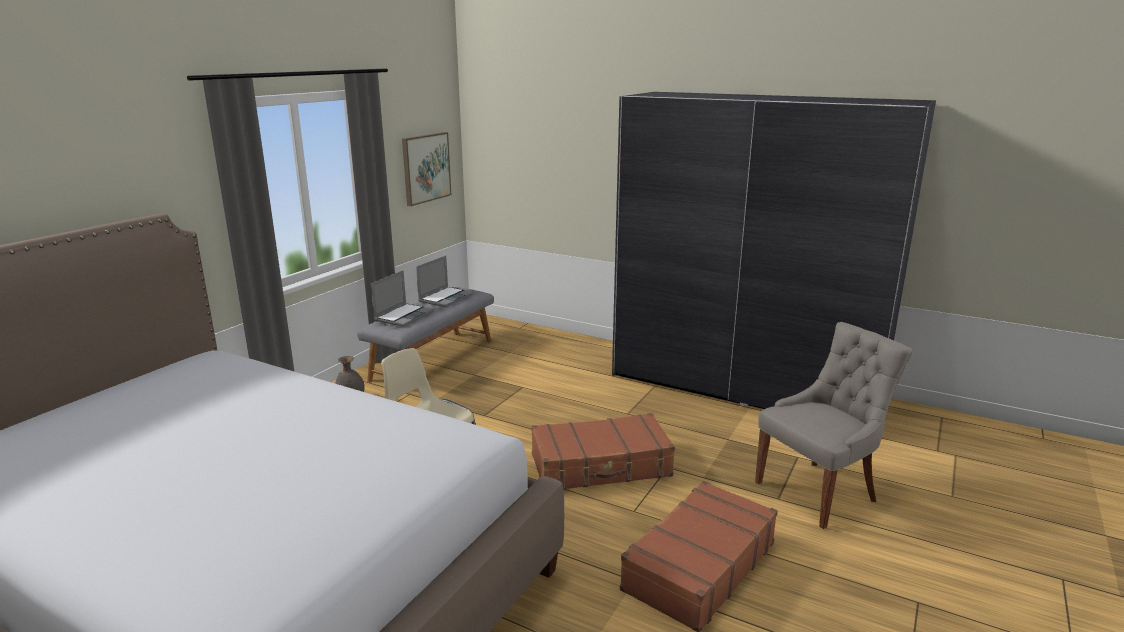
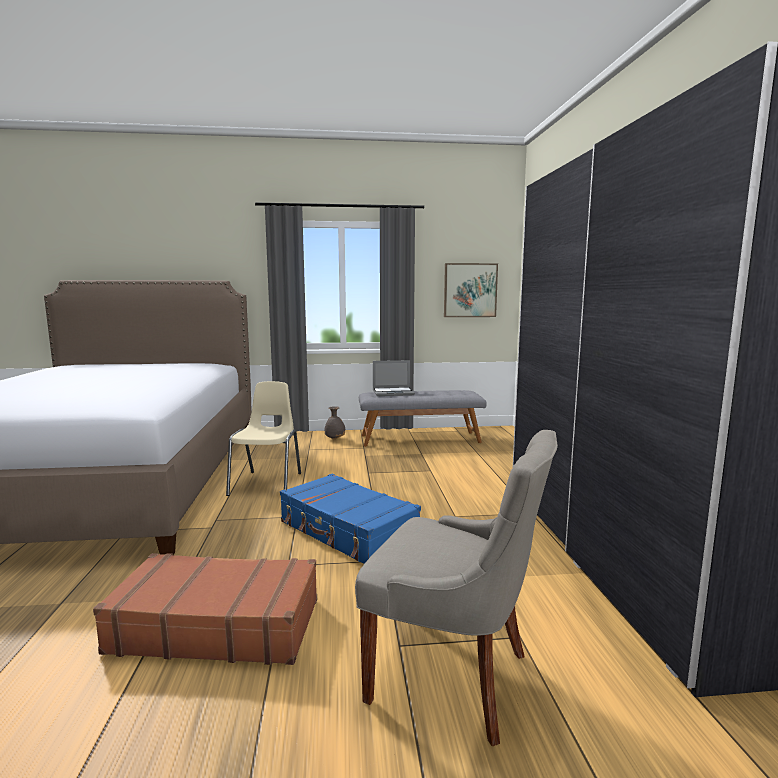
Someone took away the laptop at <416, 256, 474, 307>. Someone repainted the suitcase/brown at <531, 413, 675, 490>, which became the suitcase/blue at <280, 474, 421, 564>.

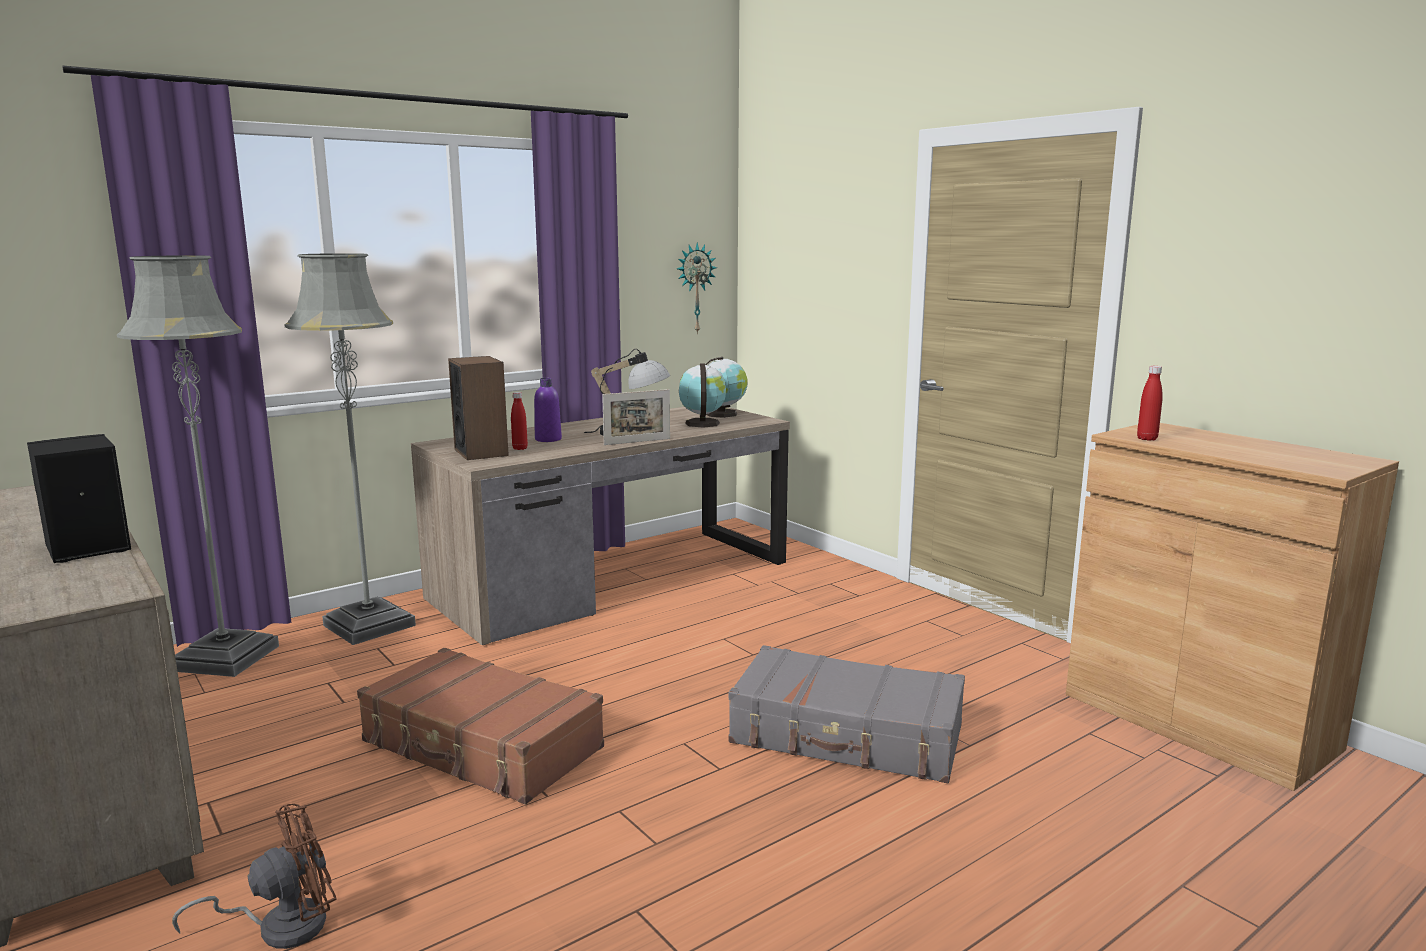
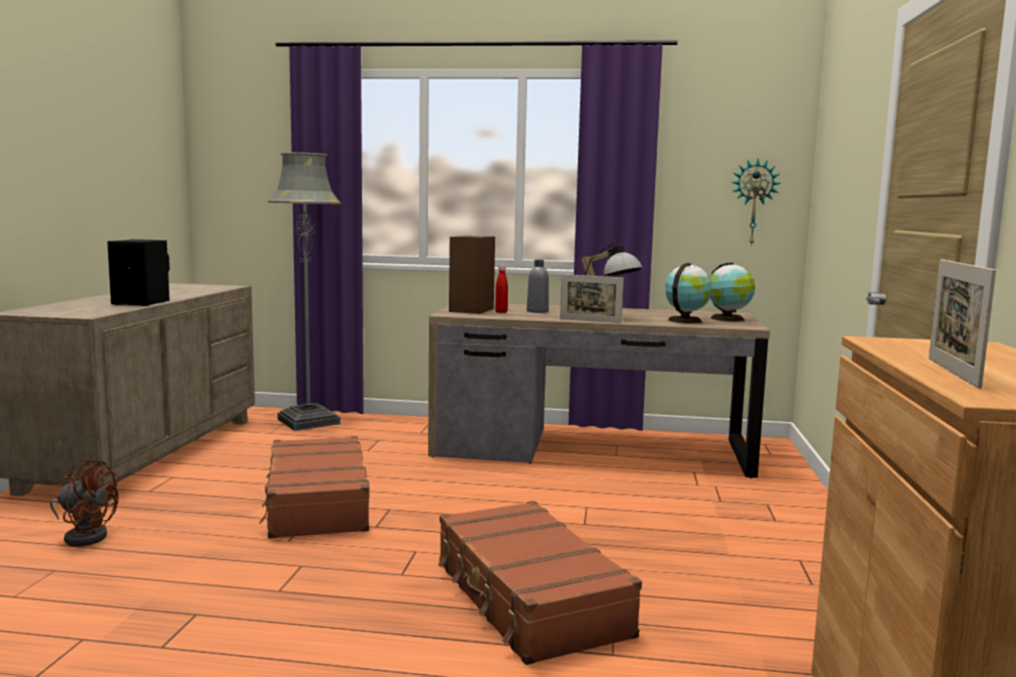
Someone took away the floor lamp/grey at <285, 253, 416, 645>. Someone took away the bottle/red at <1137, 366, 1163, 441>. Someone repainted the bottle/purple at <534, 378, 562, 442>, which became the bottle/grey at <527, 260, 549, 313>. Someone repainted the suitcase/grey at <728, 645, 965, 783>, which became the suitcase/brown at <438, 501, 642, 665>. Someone put down the picture frame at <929, 259, 996, 389>.

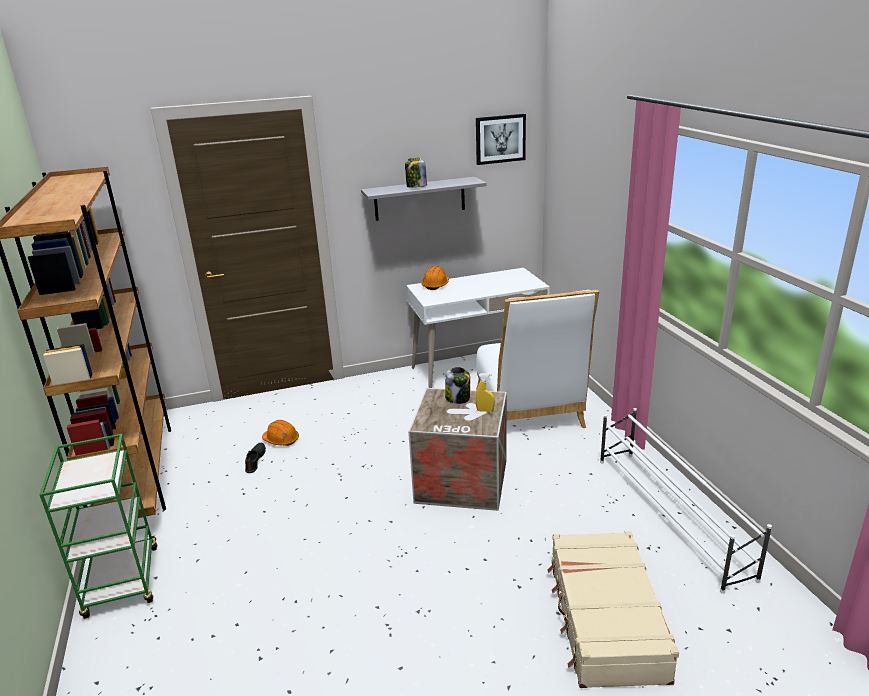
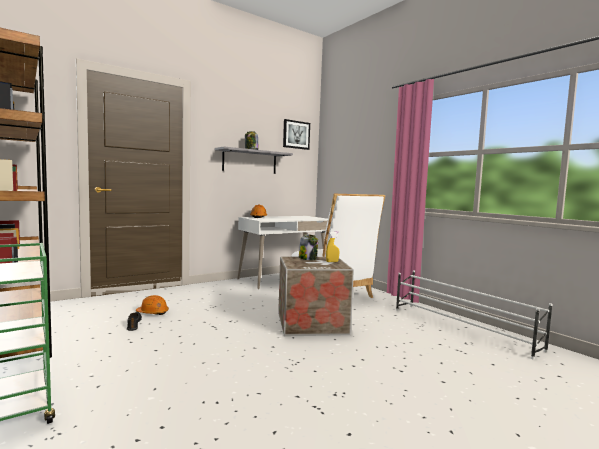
Someone took away the suitcase/beige at <547, 531, 679, 688>.

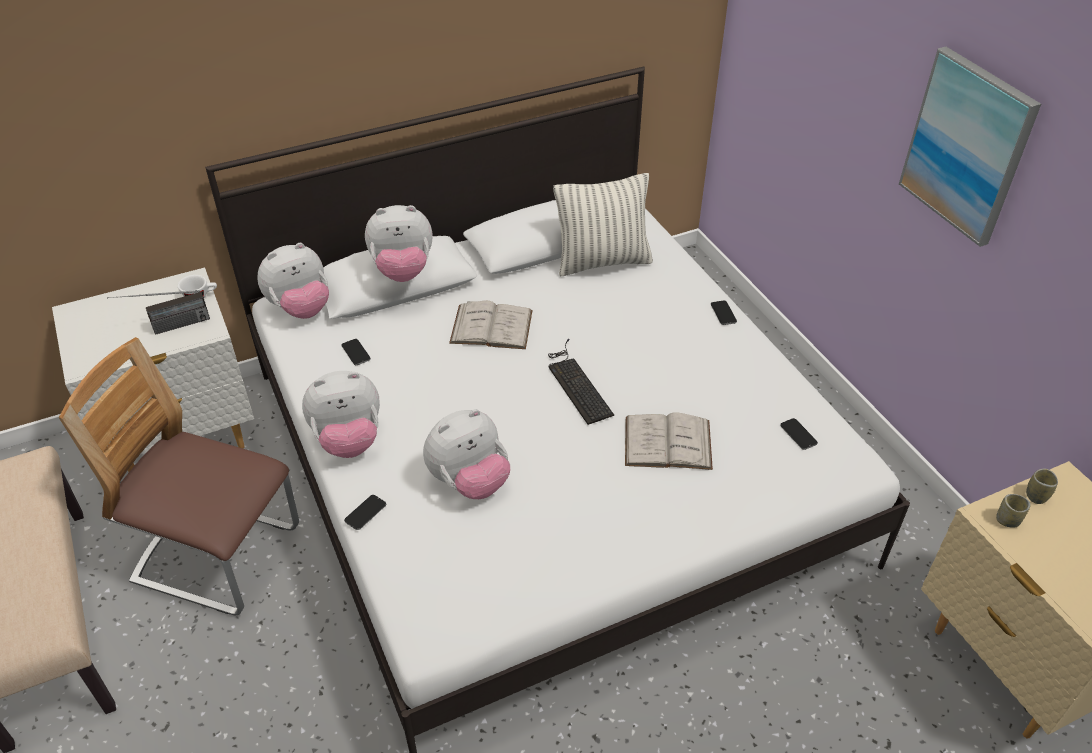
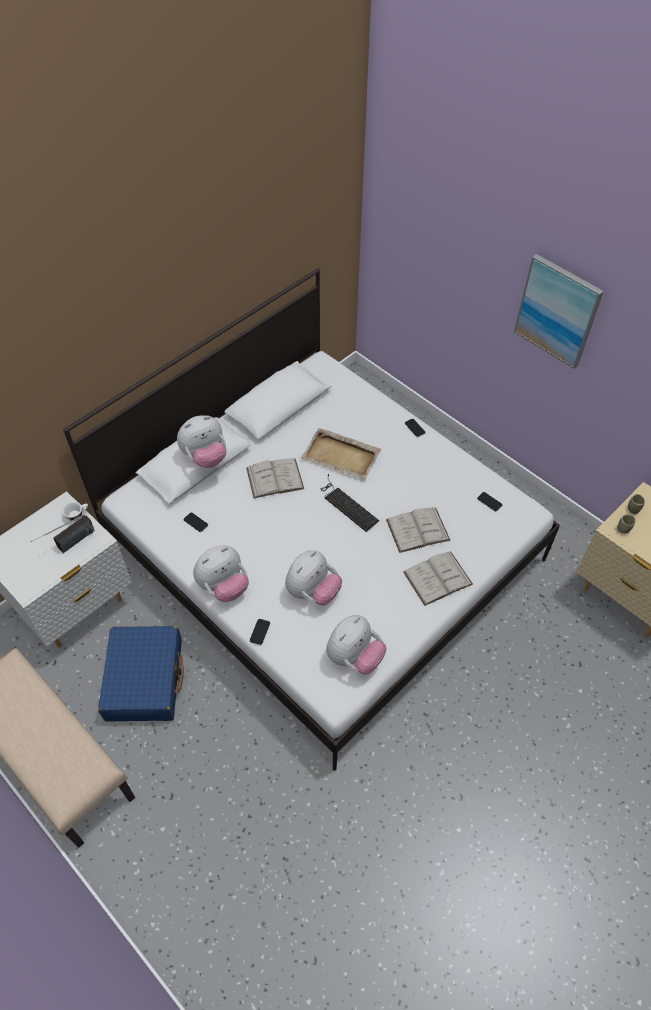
Someone took away the pillow at <553, 173, 653, 276>. Someone carried the plush toy from <257, 243, 329, 319> to <326, 615, 386, 675>. Someone swapped the chair at <59, 337, 299, 615> for the suitcase/blue at <98, 626, 184, 722>. Someone put down the tray/beige at <301, 428, 381, 480>. Someone put down the book/white at <403, 551, 473, 606>.

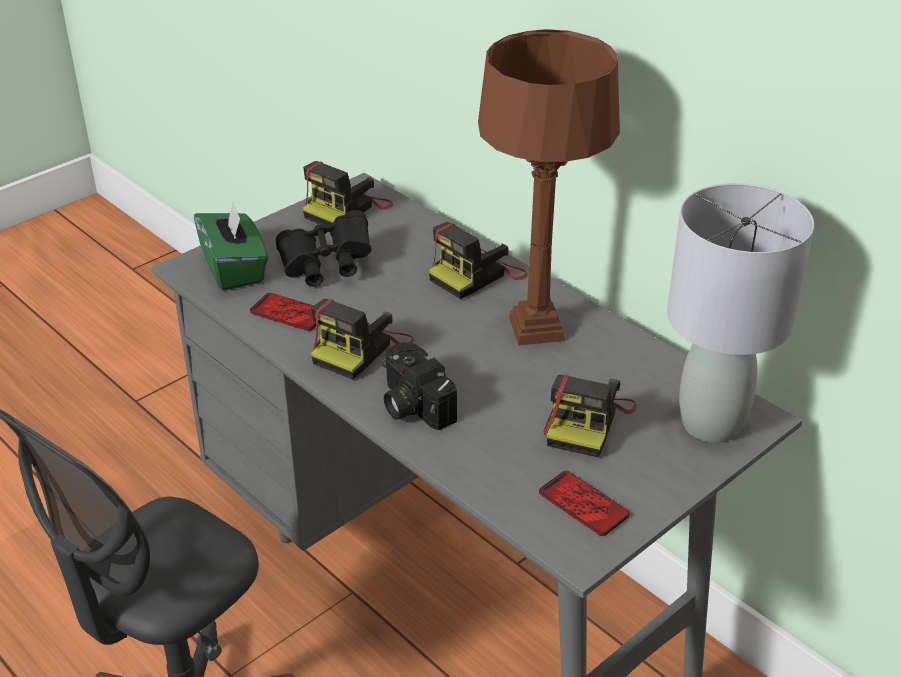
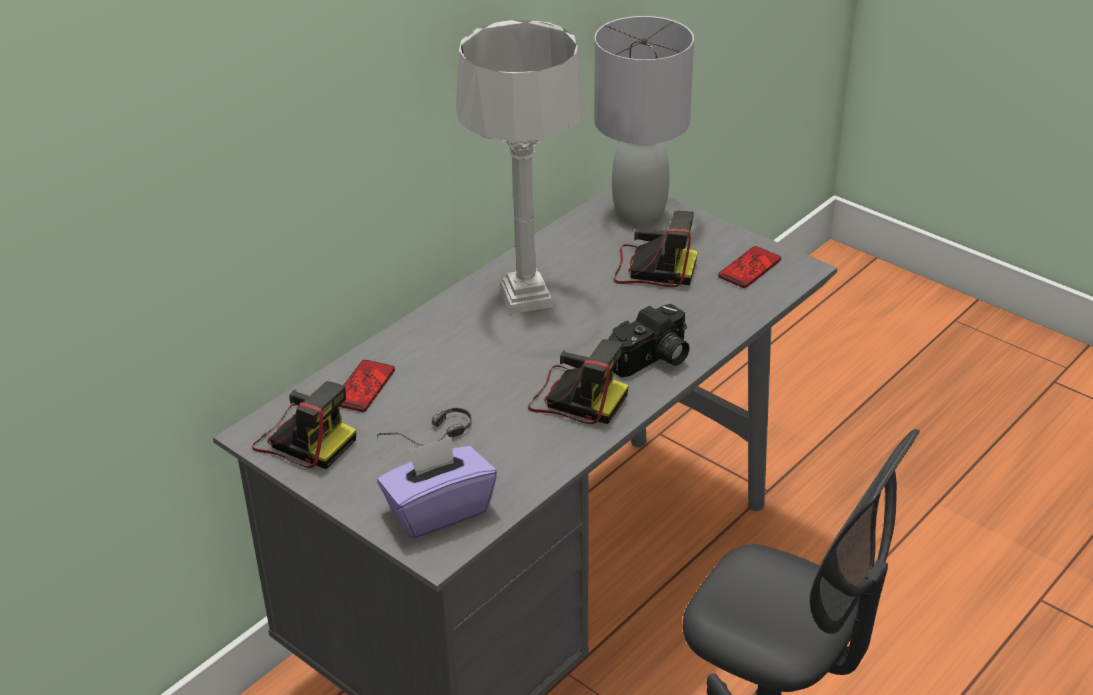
Someone repainted the table lamp/brown at <478, 29, 620, 346>, which became the table lamp/grey at <456, 20, 586, 314>. Someone repainted the tissue box/green at <194, 200, 268, 291>, which became the tissue box/purple at <377, 437, 497, 539>. Someone swapped the binoculars/black at <276, 210, 371, 287> for the headphones at <377, 407, 472, 446>. Someone took away the photo camera at <429, 222, 528, 299>. Someone carried the phone from <250, 293, 316, 331> to <339, 360, 395, 412>.

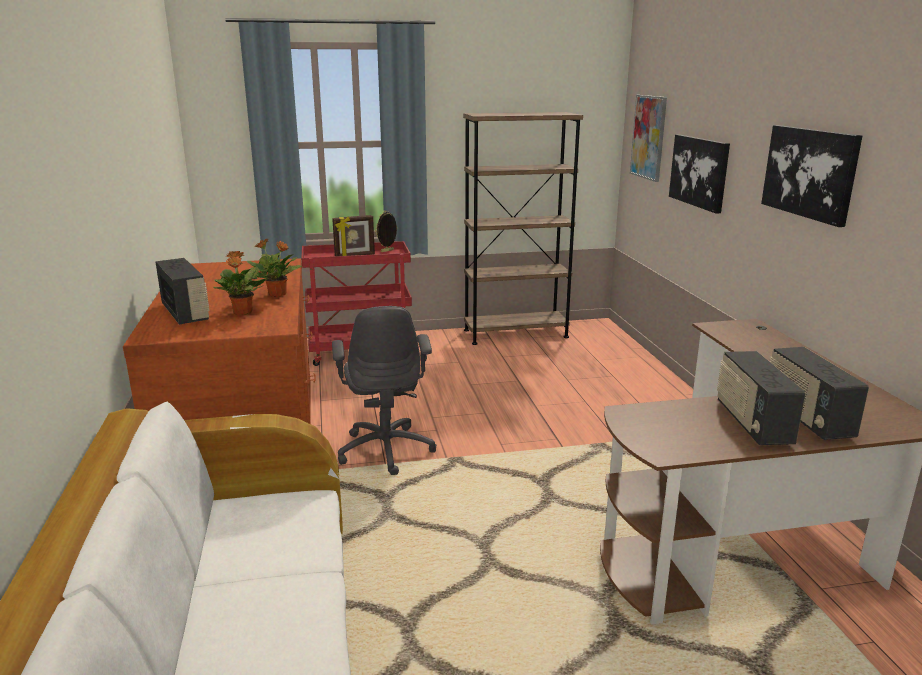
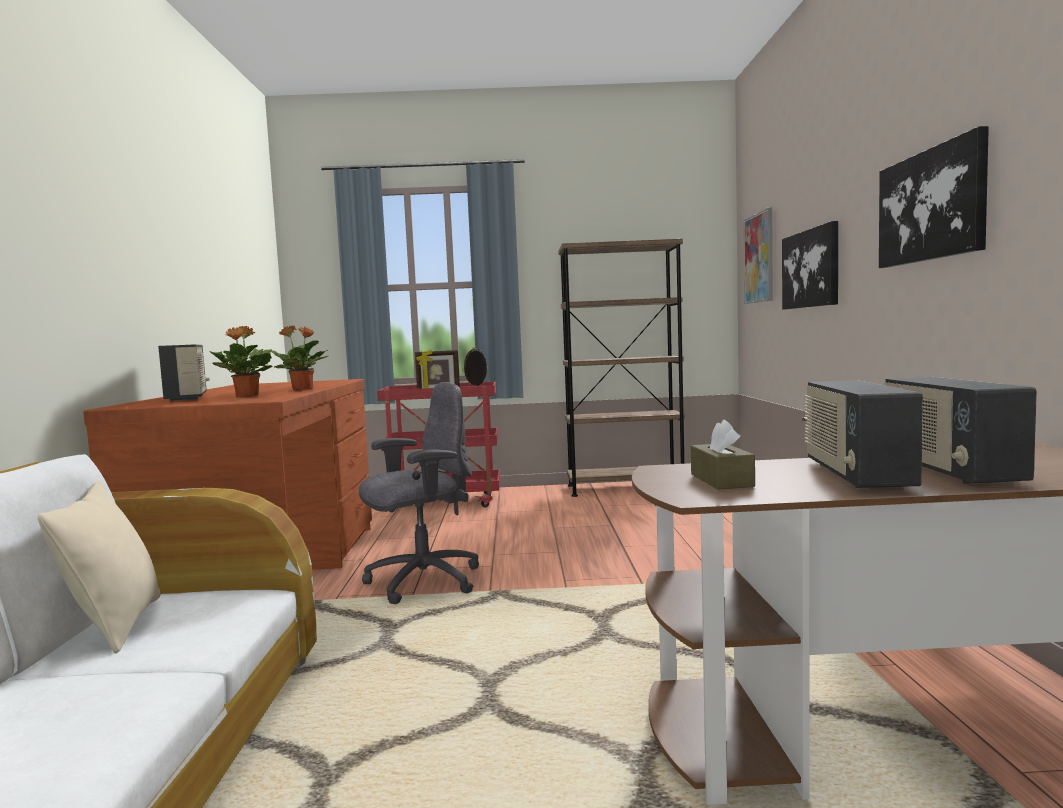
Someone rotated the office chair/grey at <332, 306, 436, 475> by 120 degrees counterclockwise. Someone put down the tissue box/brown at <691, 419, 755, 489>. Someone put down the pillow/beige at <38, 481, 161, 653>.

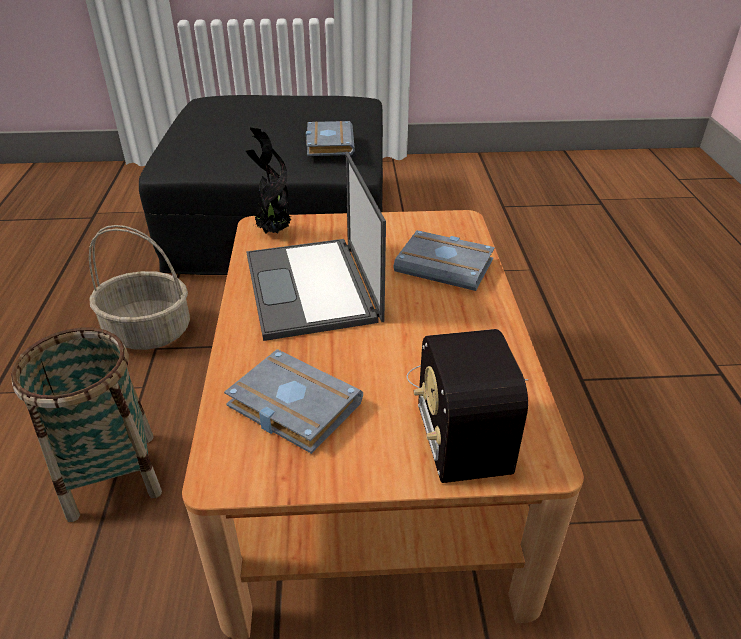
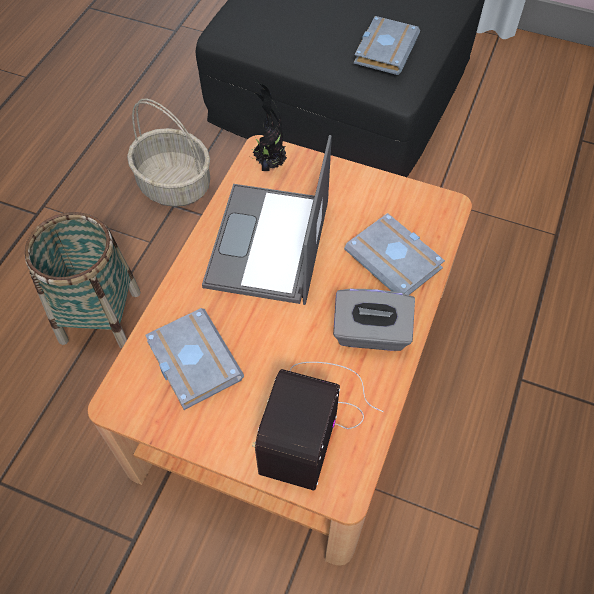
Someone put down the tissue box/grey at <333, 289, 415, 351>.

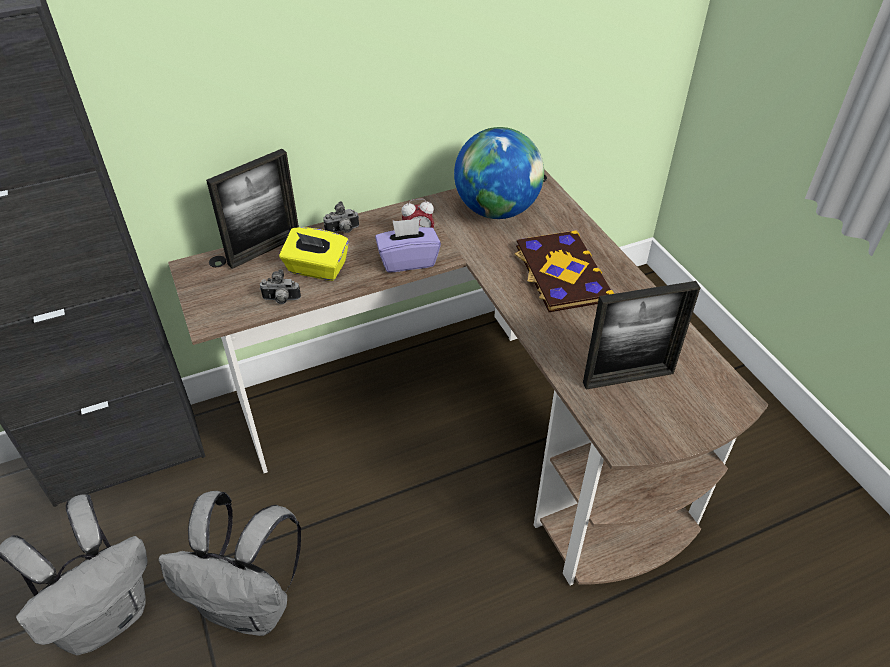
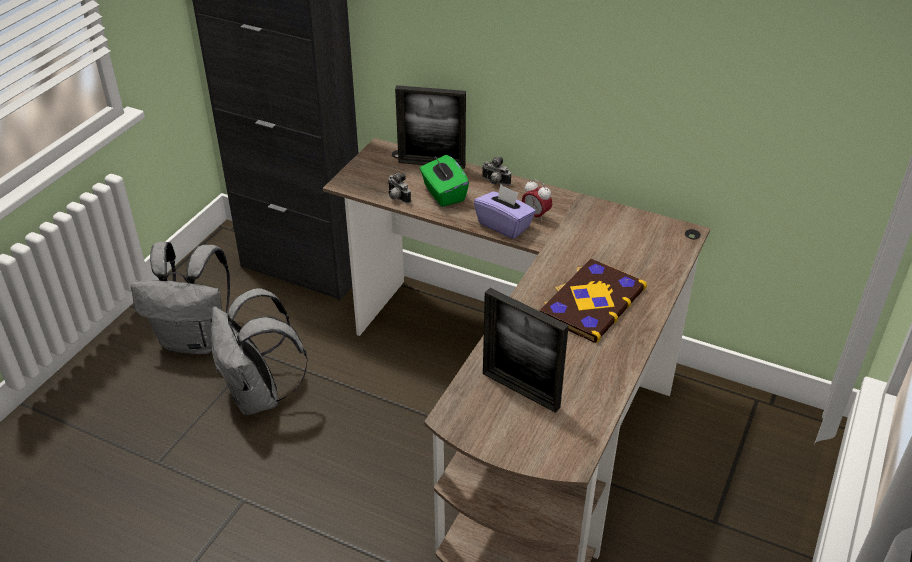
Someone took away the globe at <454, 127, 544, 219>. Someone repainted the tissue box/yellow at <279, 227, 349, 281>, which became the tissue box/green at <420, 155, 469, 207>.

